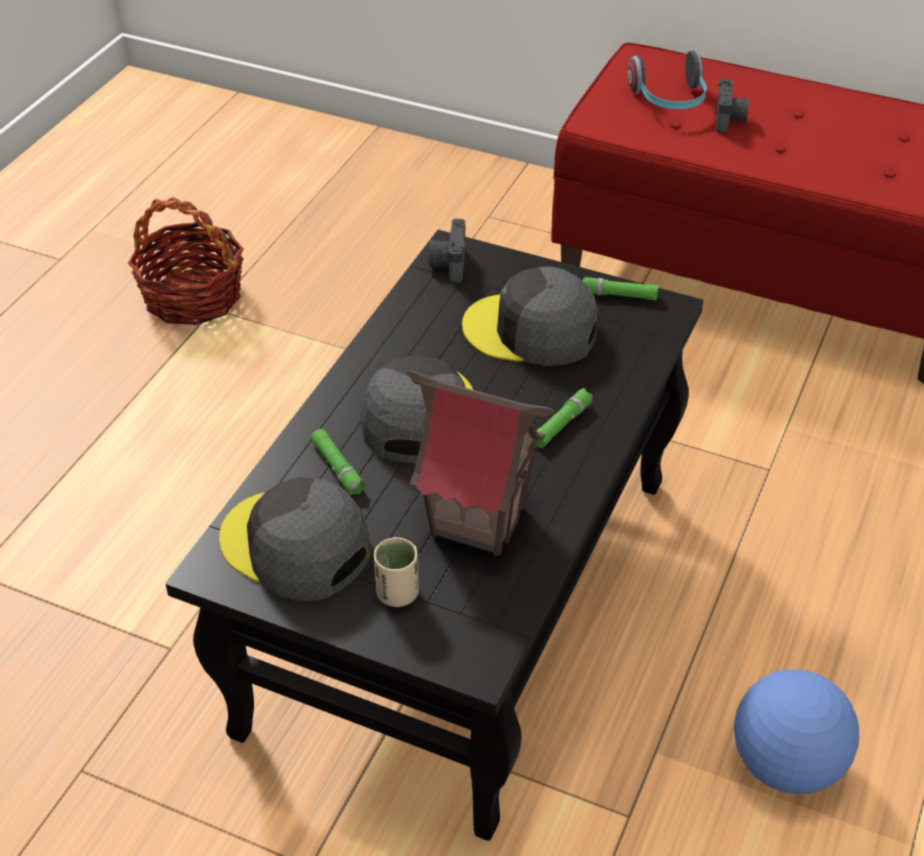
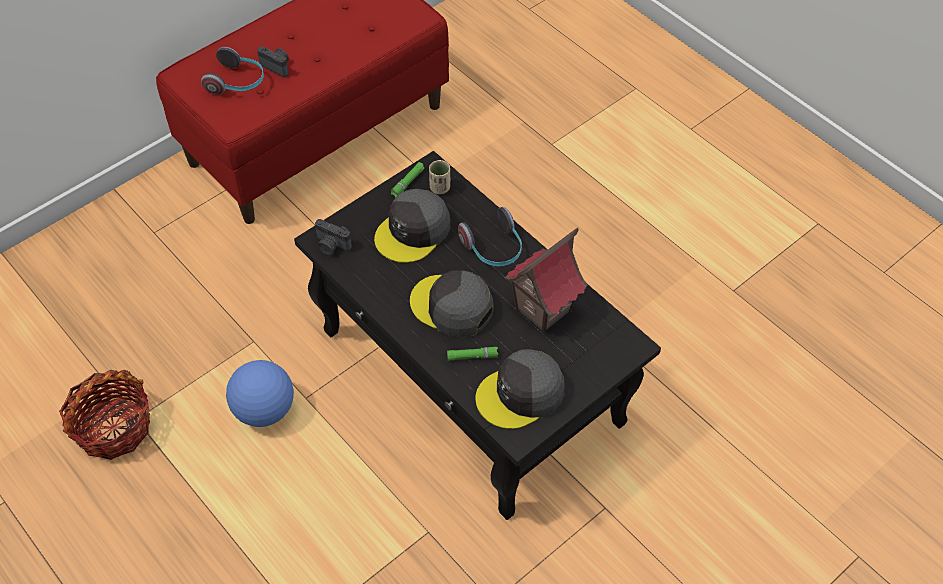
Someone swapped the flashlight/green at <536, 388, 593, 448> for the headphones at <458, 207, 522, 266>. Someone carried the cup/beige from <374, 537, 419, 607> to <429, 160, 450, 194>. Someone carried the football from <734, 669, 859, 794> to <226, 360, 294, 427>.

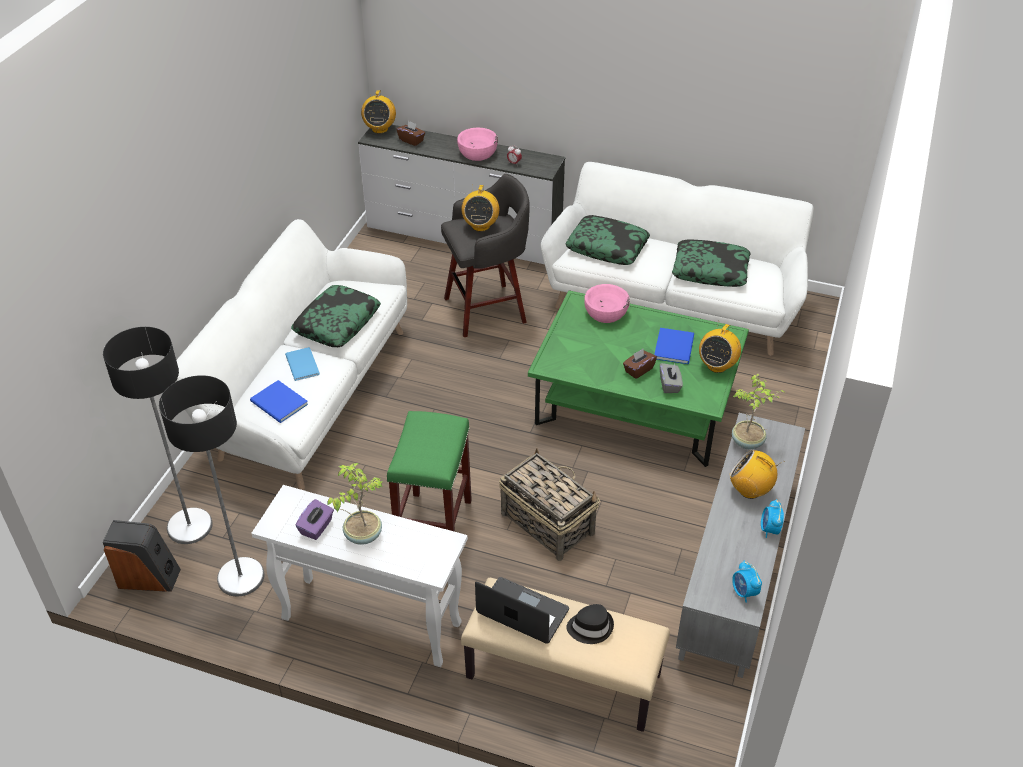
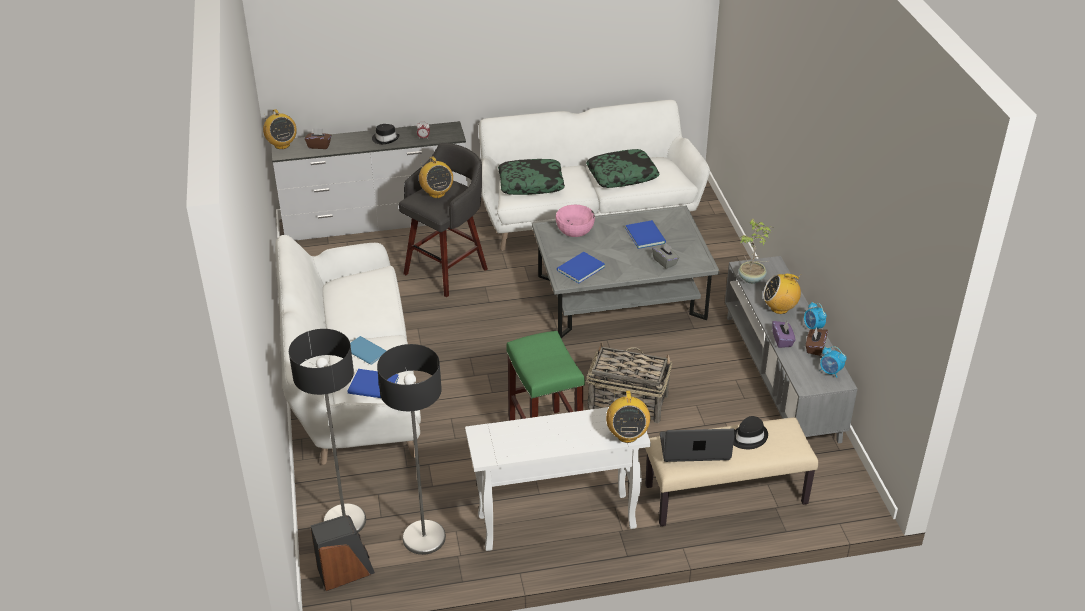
Someone swapped the bowl/pink at <457, 127, 498, 161> for the hat/black at <372, 124, 400, 144>. Someone took away the pillow at <291, 285, 381, 347>. Someone repainted the coffee table/green at <528, 291, 749, 467>, which became the coffee table/grey at <532, 206, 720, 338>. Someone carried the radio from <699, 322, 741, 373> to <606, 391, 650, 443>. Someone carried the tissue box/brown from <623, 349, 657, 379> to <806, 327, 828, 356>. Someone took away the potted plant at <327, 463, 382, 545>. Someone carried the tissue box/purple from <295, 499, 334, 540> to <772, 321, 796, 348>. Someone put down the book/blue at <557, 252, 605, 283>.

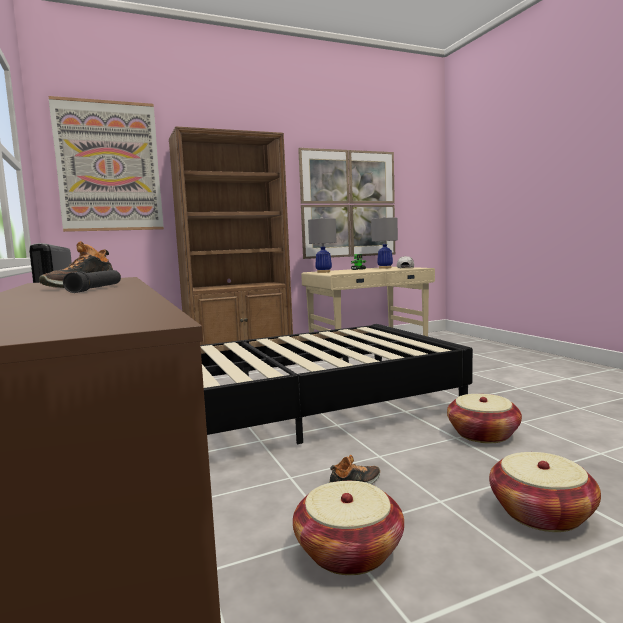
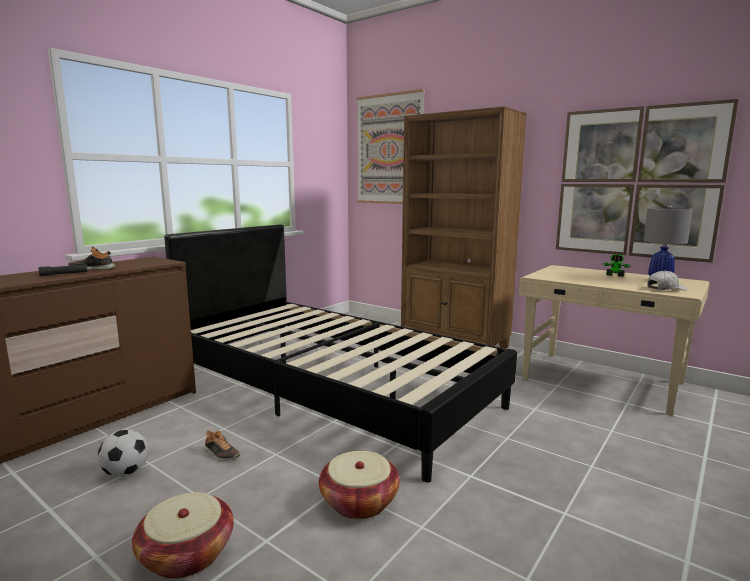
Someone took away the table lamp/grey at <308, 217, 337, 273>. Someone swapped the basket at <293, 481, 404, 575> for the football at <98, 429, 148, 477>.

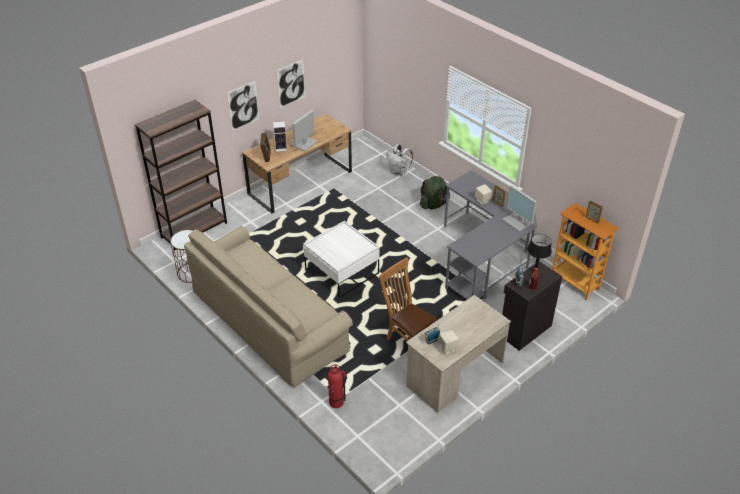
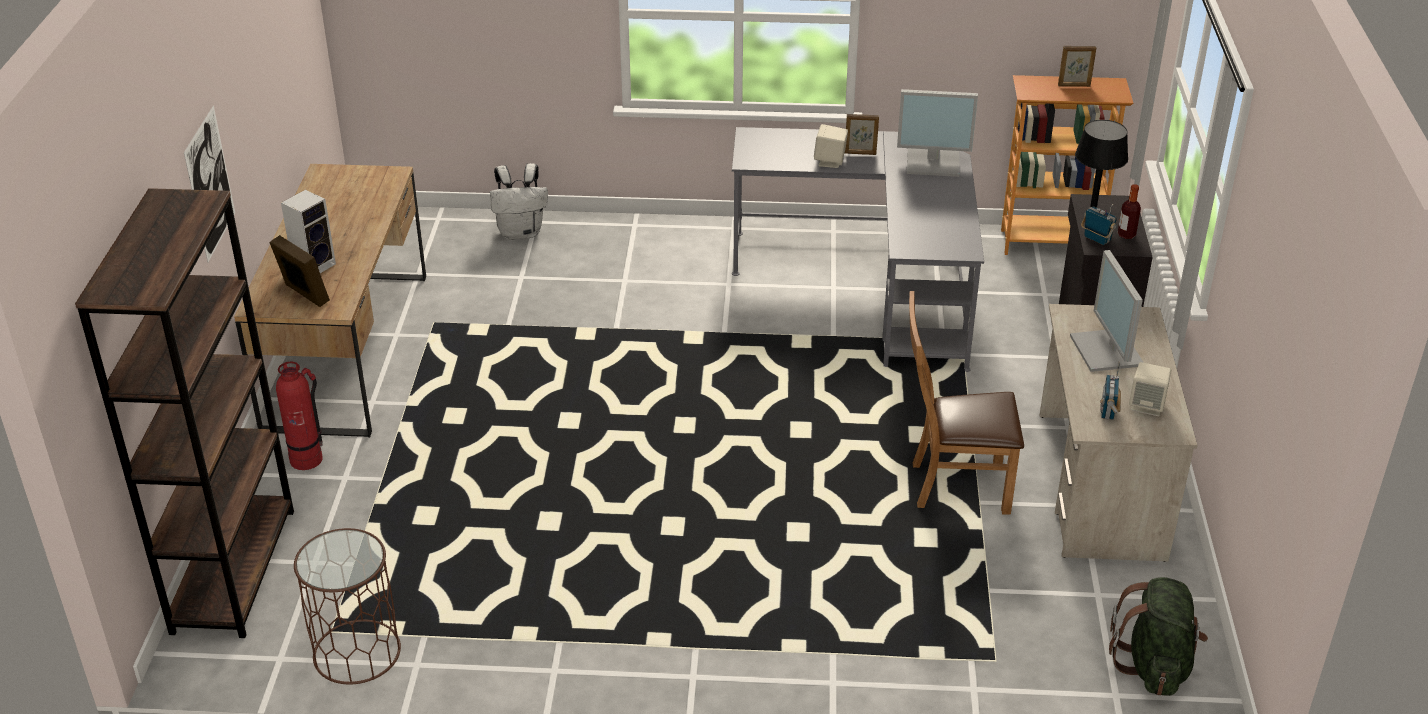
Someone took away the picture at <277, 59, 305, 108>. Someone carried the monitor from <290, 110, 318, 151> to <1070, 250, 1144, 372>. Someone carried the backpack/green from <420, 176, 450, 209> to <1109, 577, 1208, 696>. Someone took away the coffee table/white at <303, 221, 380, 298>. Someone took away the sofa/beige at <184, 226, 353, 388>. Someone carried the fire extinguisher from <328, 364, 347, 408> to <276, 362, 323, 470>.

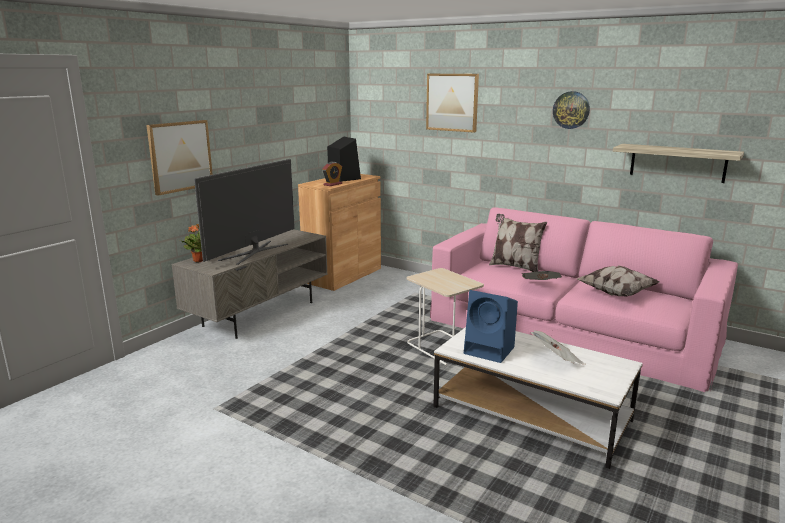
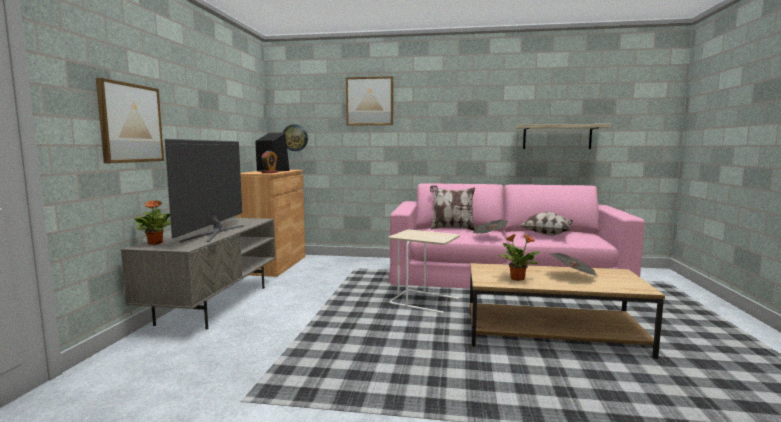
Someone carried the wall clock from <553, 91, 590, 129> to <283, 124, 308, 151>. Someone swapped the speaker/blue at <464, 290, 518, 363> for the potted plant at <497, 234, 541, 281>. Someone repainted the coffee table/white at <433, 327, 643, 469>, which became the coffee table/brown at <470, 263, 665, 359>.

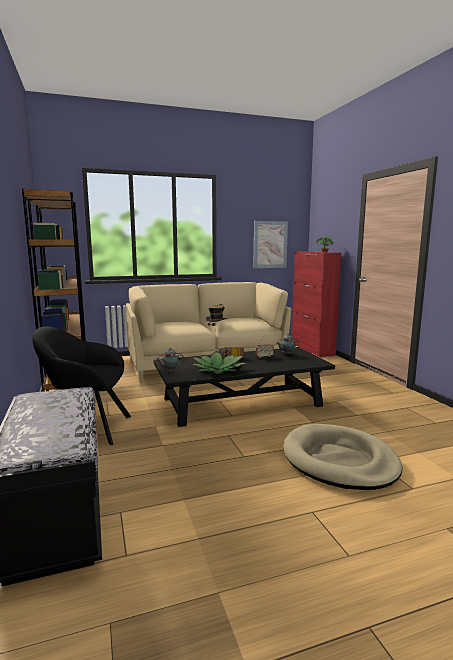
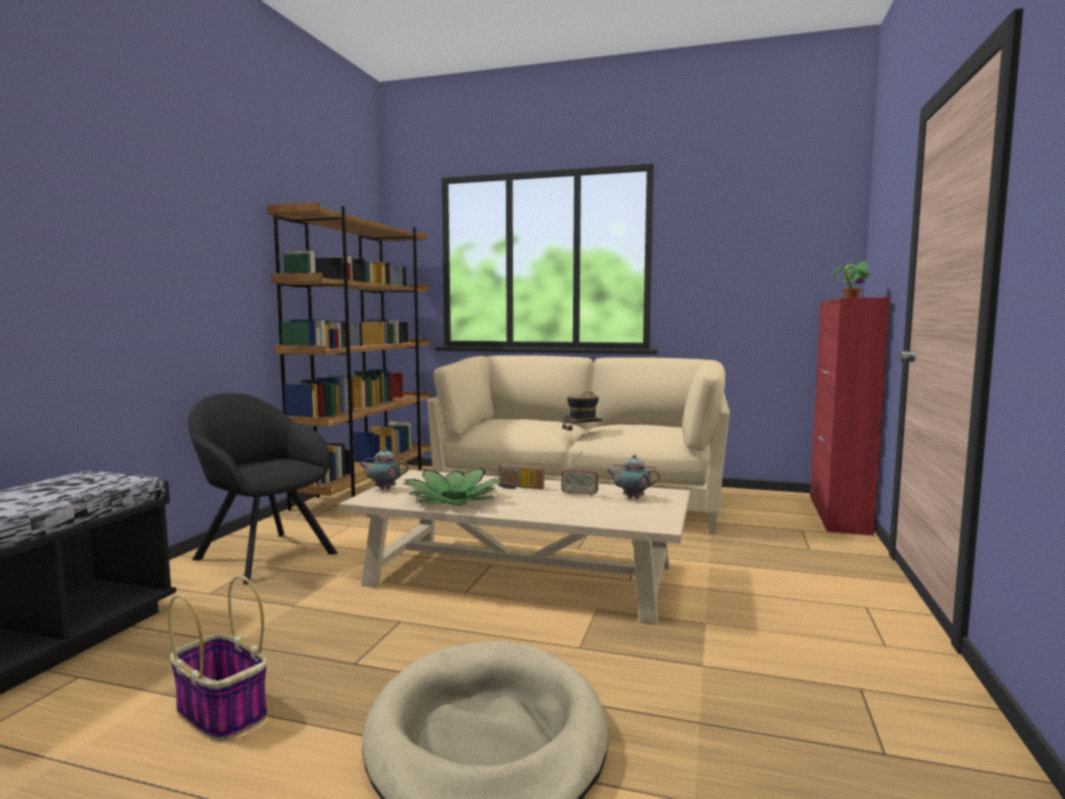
Someone took away the picture at <253, 221, 288, 268>. Someone repainted the coffee table/black at <154, 347, 335, 427>, which became the coffee table/beige at <339, 470, 690, 625>. Someone put down the basket at <168, 575, 267, 741>.

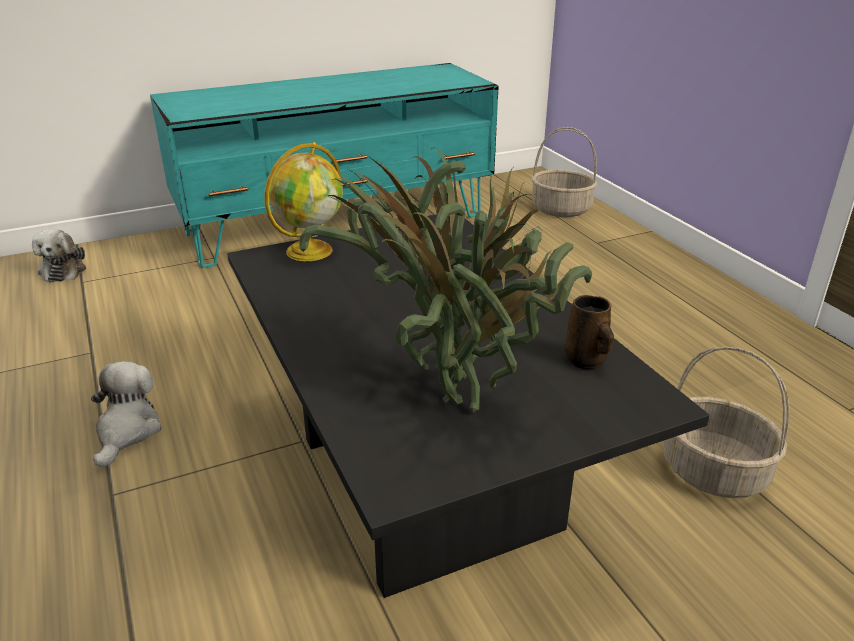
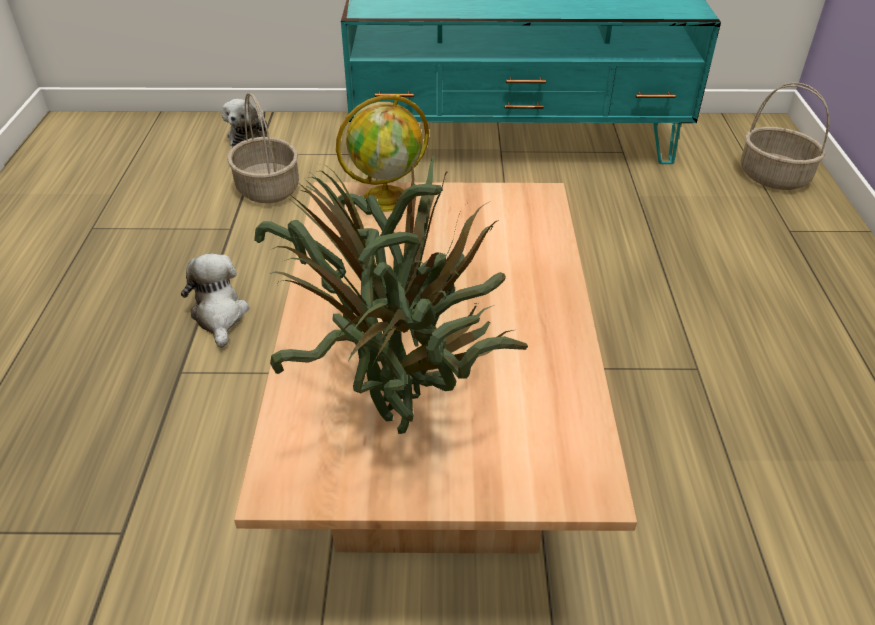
Someone repainted the coffee table/black at <227, 214, 710, 598>, which became the coffee table/beige at <234, 182, 637, 553>. Someone took away the mug/brown at <565, 295, 614, 369>. Someone carried the basket from <663, 347, 790, 498> to <227, 93, 299, 203>. Someone rotated the plush toy at <91, 361, 162, 467> by 45 degrees counterclockwise.

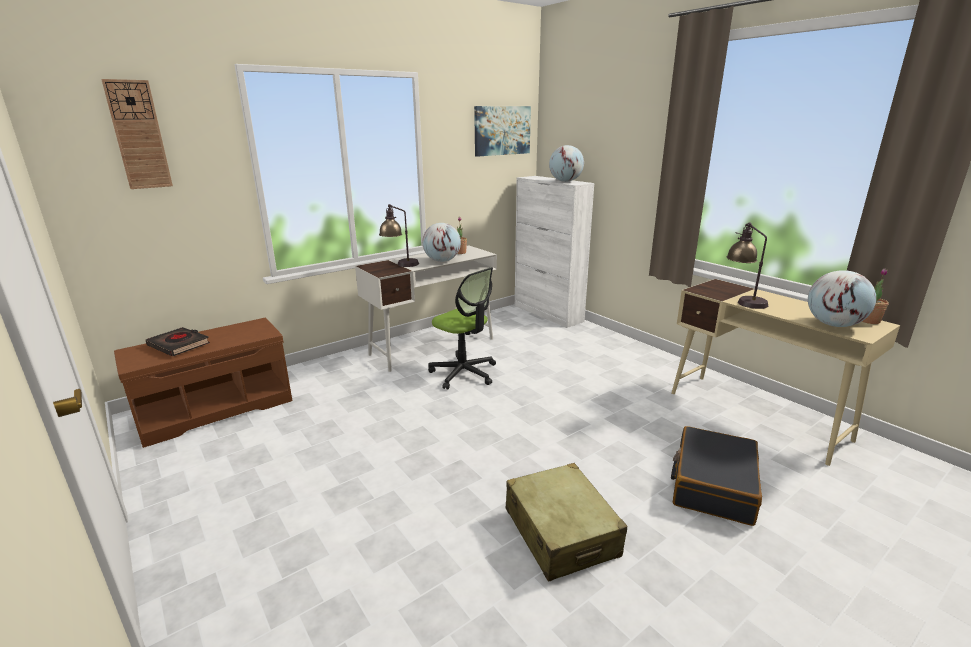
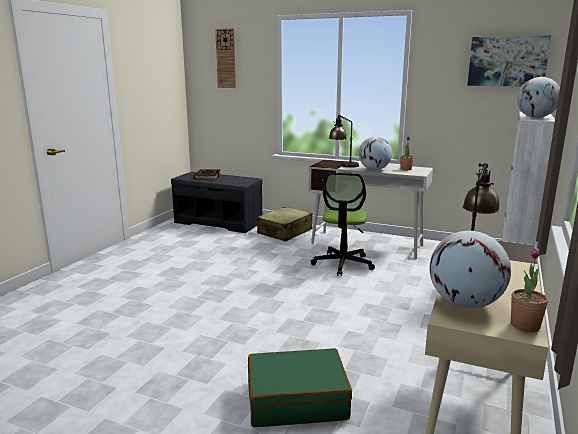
Someone repainted the bench/brown at <114, 318, 292, 448>, which became the bench/grey at <171, 172, 263, 233>. Someone repainted the suitcase/black at <671, 426, 762, 526>, which became the suitcase/green at <248, 348, 352, 427>. Someone carried the suitcase/beige from <506, 463, 628, 582> to <257, 206, 312, 242>.

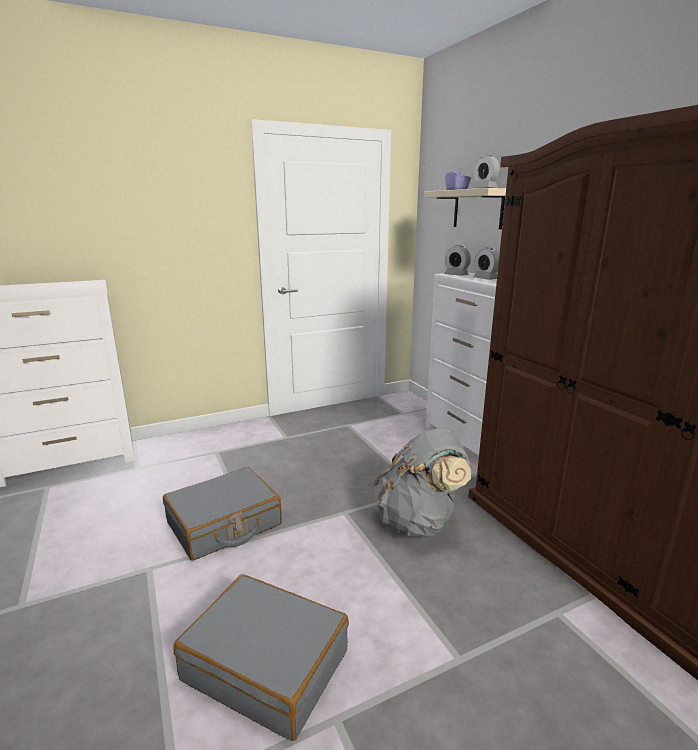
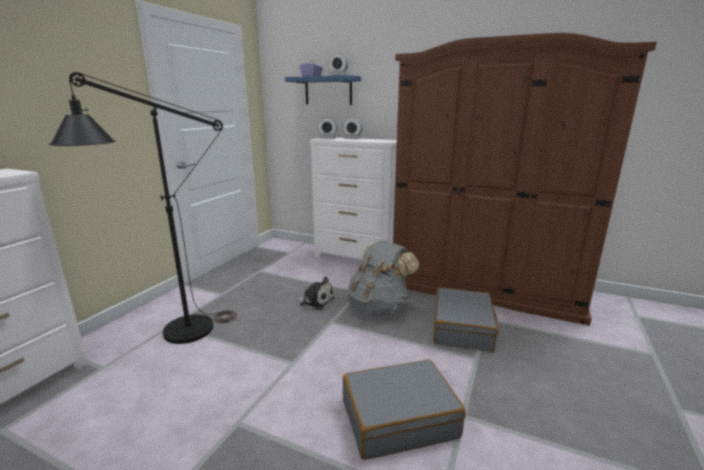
Someone repainted the shelf/beige at <424, 188, 506, 229>, which became the shelf/blue at <285, 75, 361, 105>. Someone carried the suitcase/grey from <163, 467, 282, 561> to <434, 288, 498, 352>. Someone put down the floor lamp/black at <49, 72, 237, 344>. Someone put down the plush toy at <294, 277, 334, 310>.

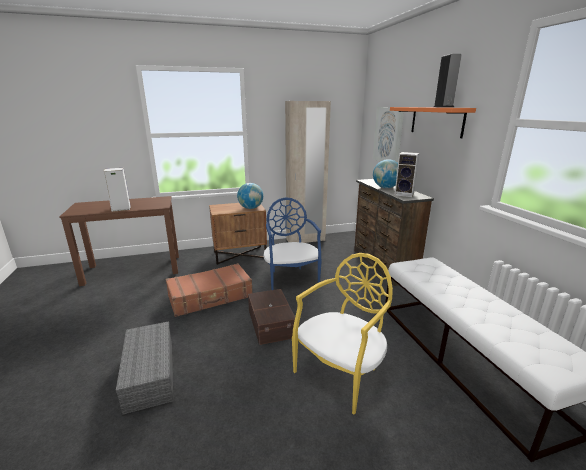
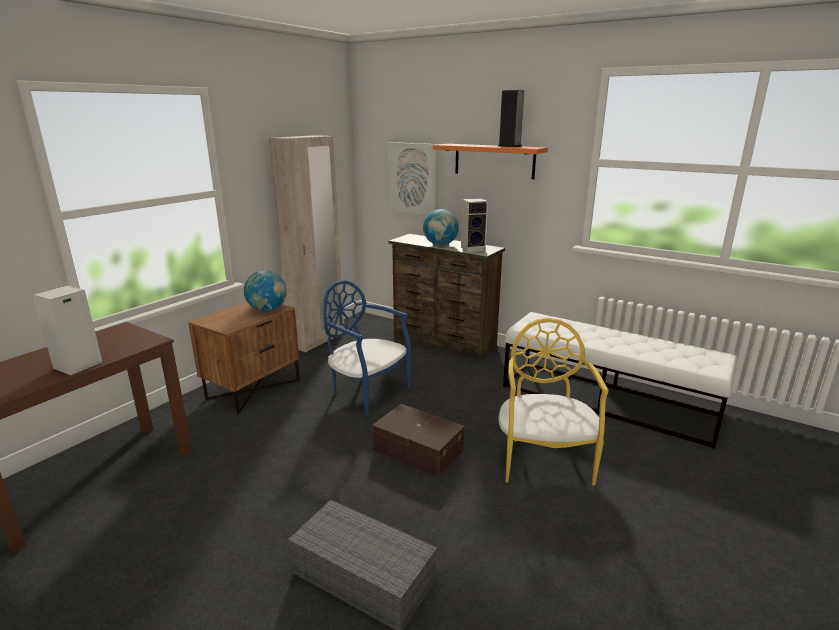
Someone took away the suitcase/brown at <165, 263, 252, 317>.

